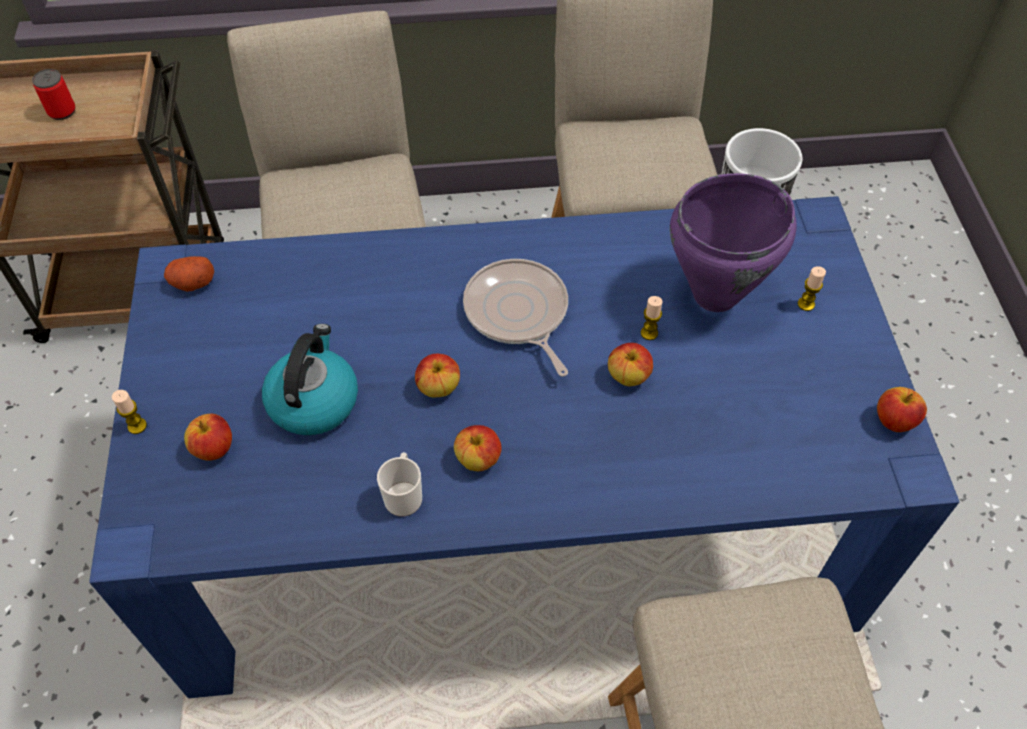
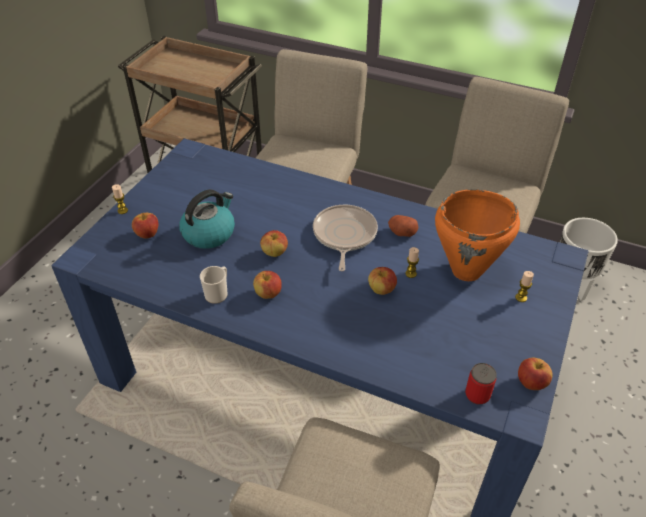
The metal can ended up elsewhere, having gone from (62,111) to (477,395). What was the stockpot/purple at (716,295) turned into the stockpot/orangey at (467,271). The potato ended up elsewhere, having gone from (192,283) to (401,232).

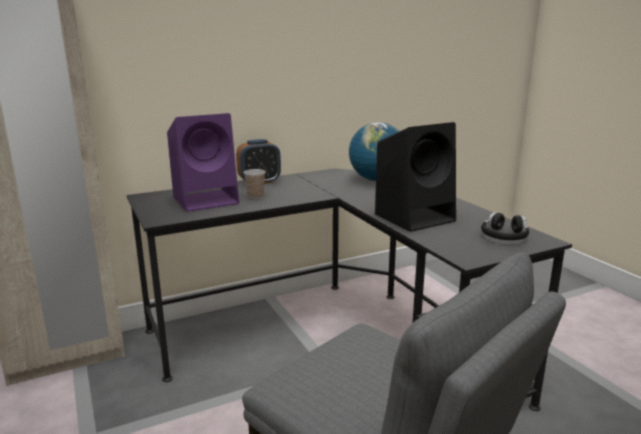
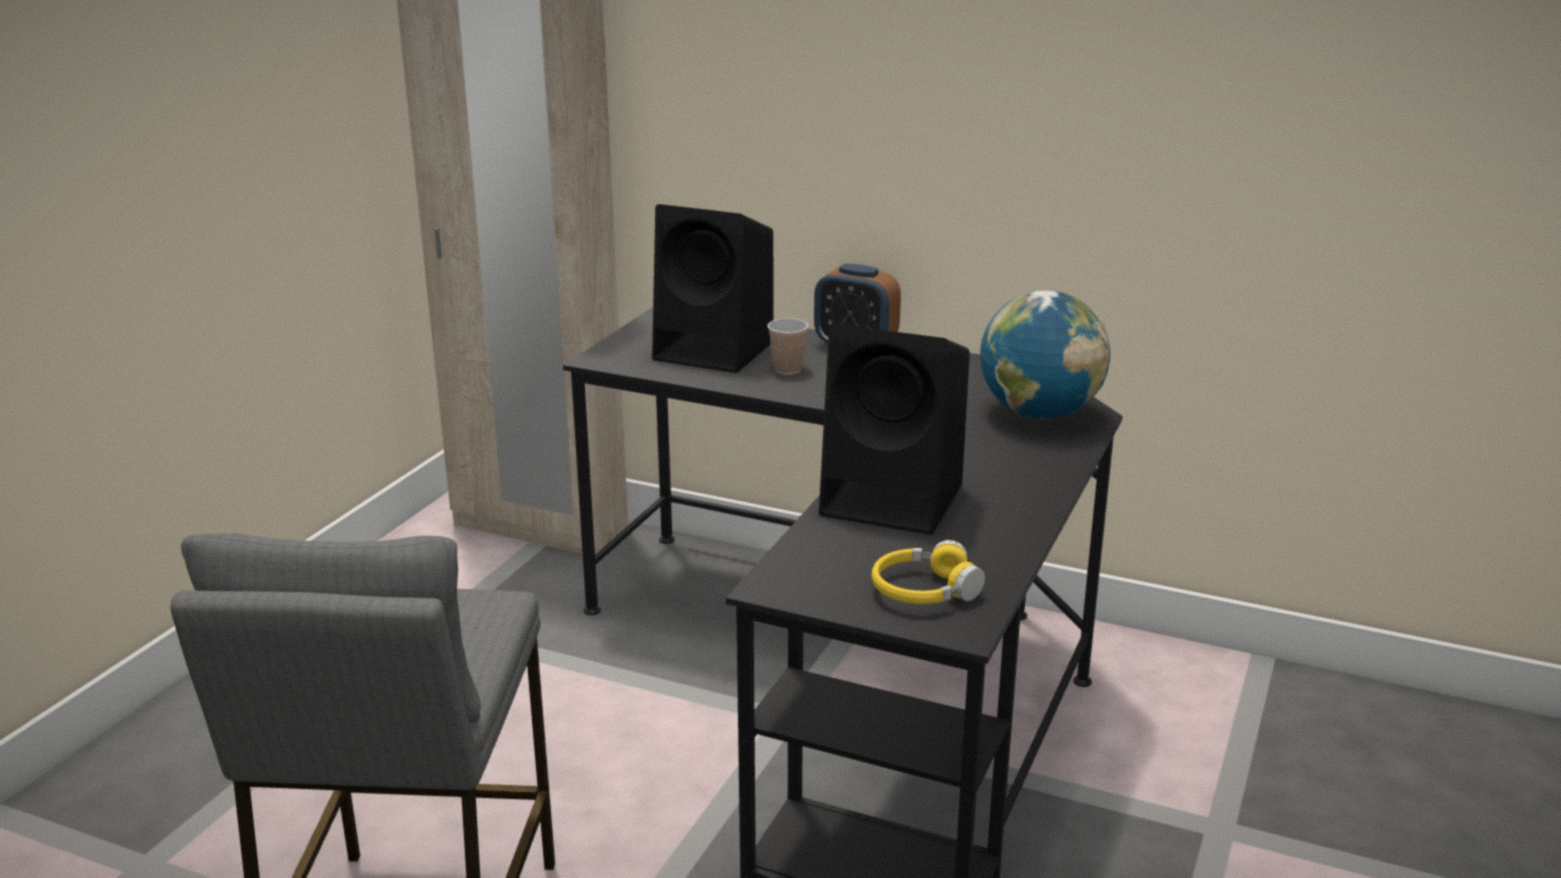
What was the loudspeaker/purple at (207,200) turned into the loudspeaker/blackish at (717,351). What was the pair of headphones/blackish at (504,236) turned into the pair of headphones/yellowish at (924,591).

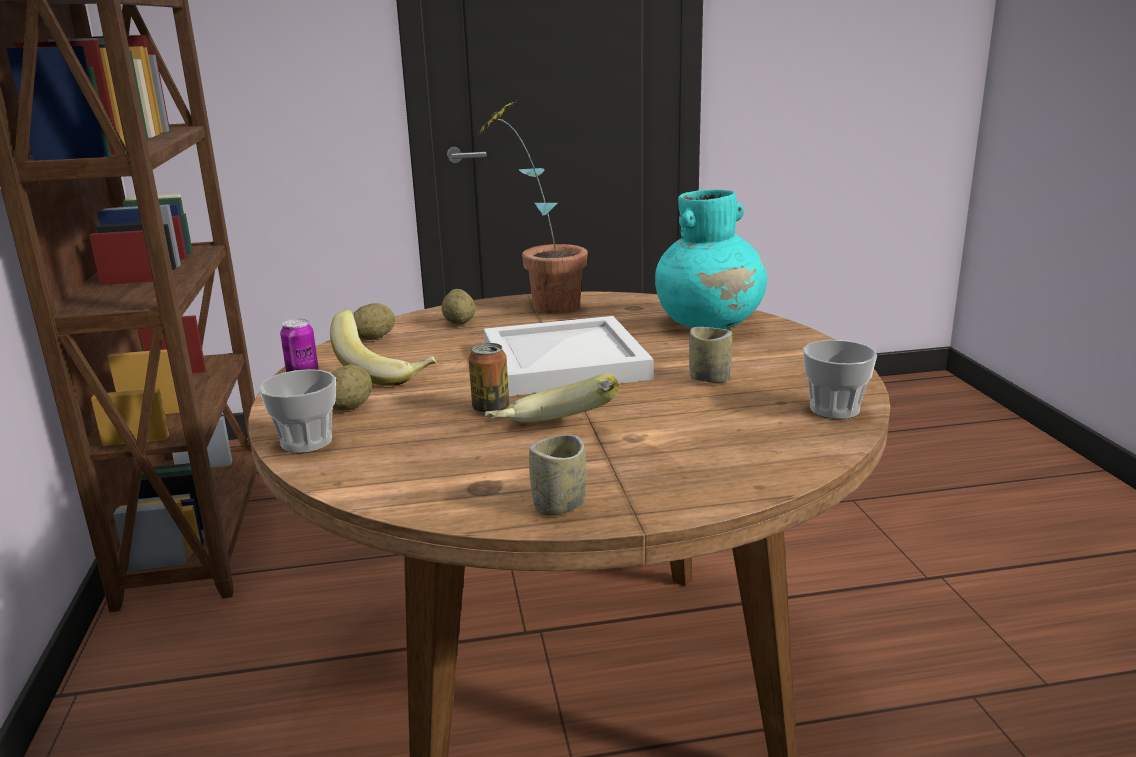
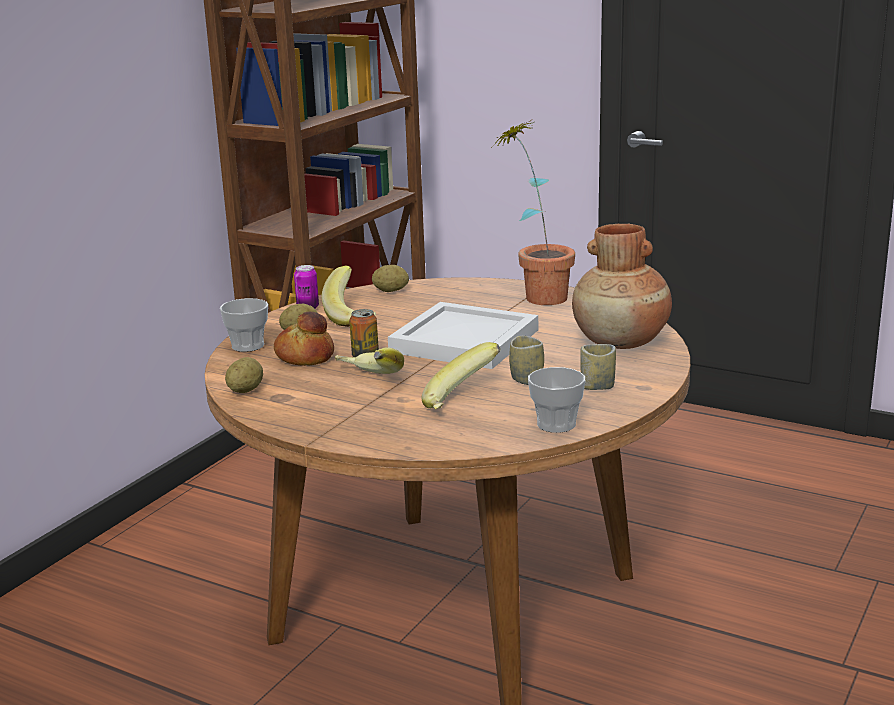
What was the decorative vase/turquoise-coloured at (710,323) turned into the decorative vase/brown at (621,342). The potato ended up elsewhere, having gone from (459,322) to (246,390). The small cup ended up elsewhere, having gone from (559,505) to (597,386). The second view gained the bread at (305,356). The second view gained the banana at (462,402).

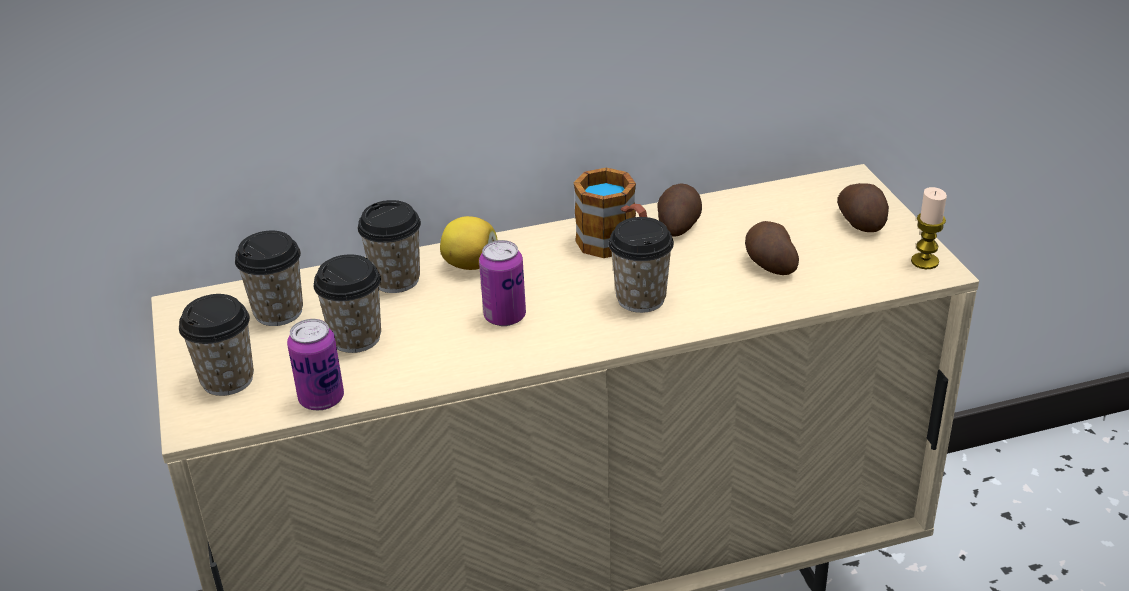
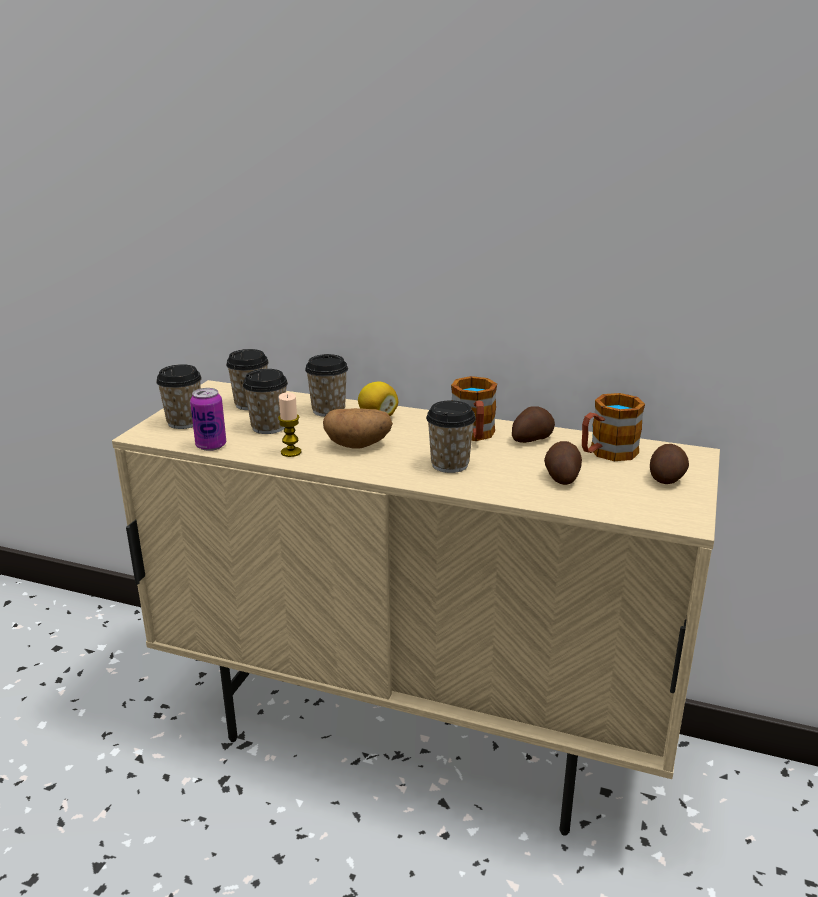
The wax candle ended up elsewhere, having gone from (924,261) to (291,452). Where the metal can stood at (505,316), the potato came to stand at (358,445). The second view gained the coffee mug at (606,453).

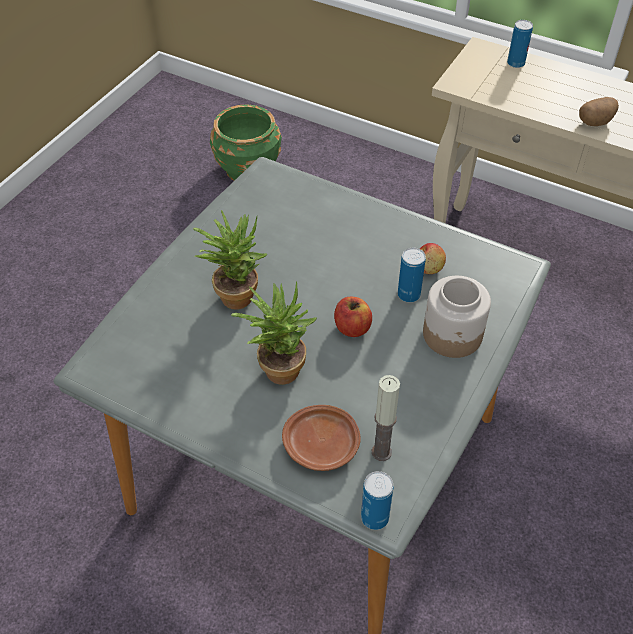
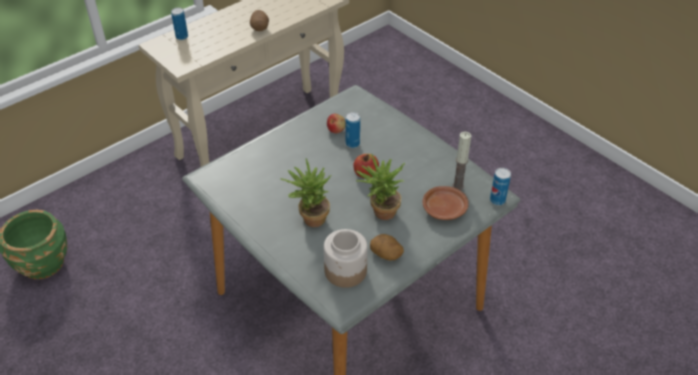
The storage jar ended up elsewhere, having gone from (453,335) to (346,271). The second view gained the potato at (386,253).

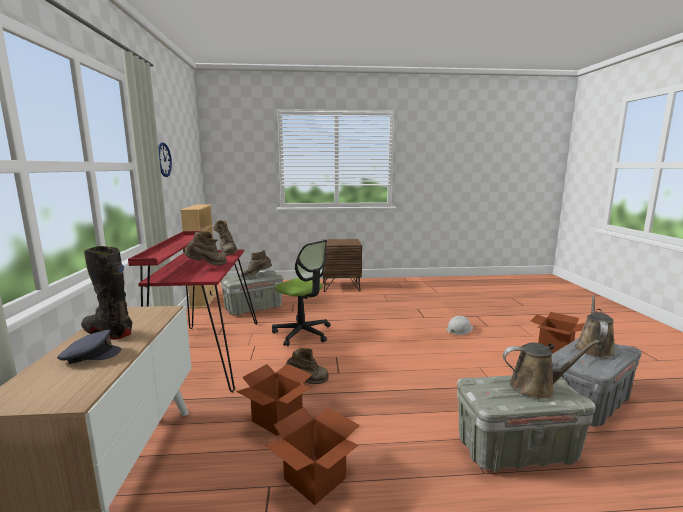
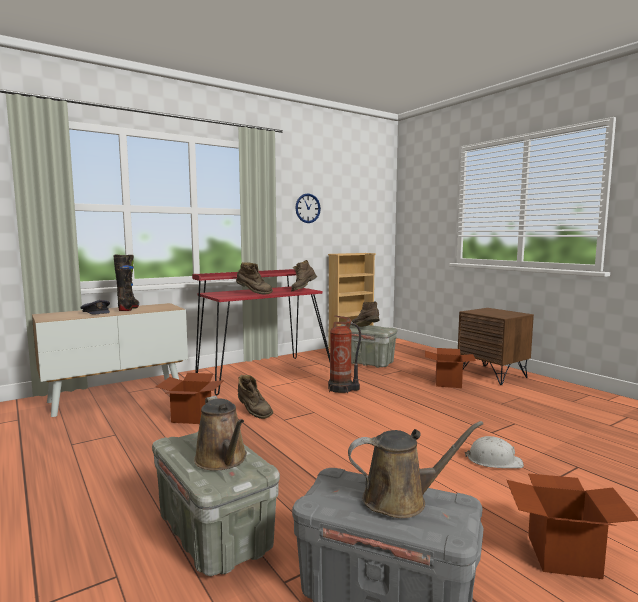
Where the computer chair stood at (302,333), the fire-fighting cylinder came to stand at (342,389). The packing box ended up elsewhere, having gone from (314,479) to (448,383).

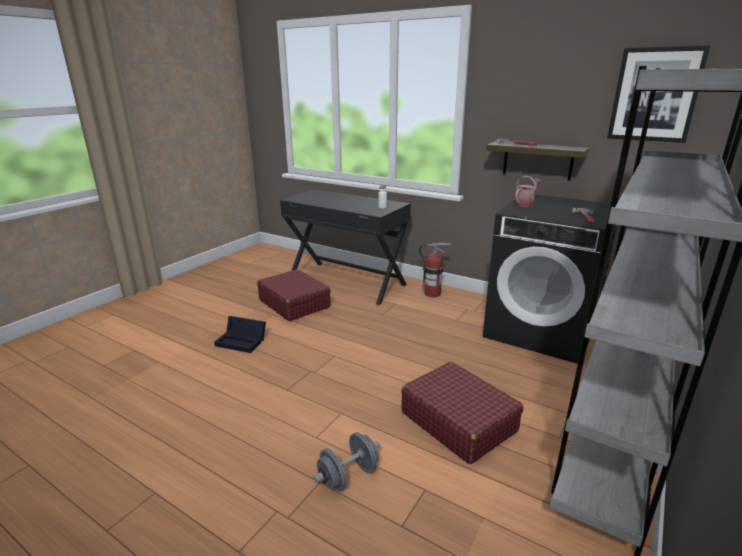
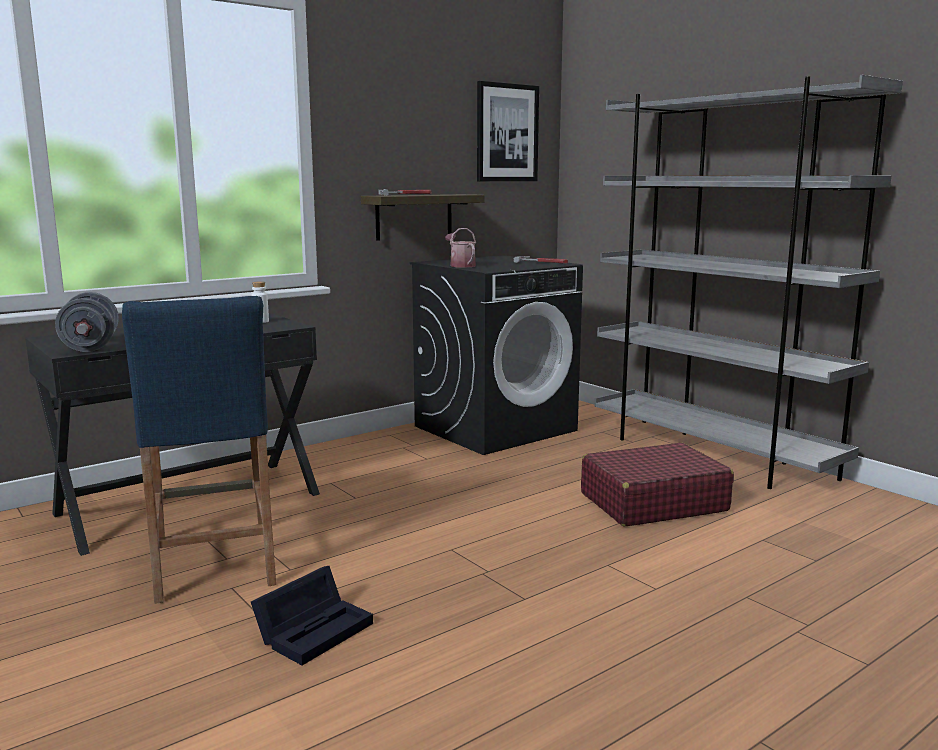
The second view lost the fire-fighting cylinder at (432,293). Where the suitcase/reddish stood at (294,303), the stool/blue came to stand at (213,561). The hand weight/gray ended up elsewhere, having gone from (348,476) to (91,346).

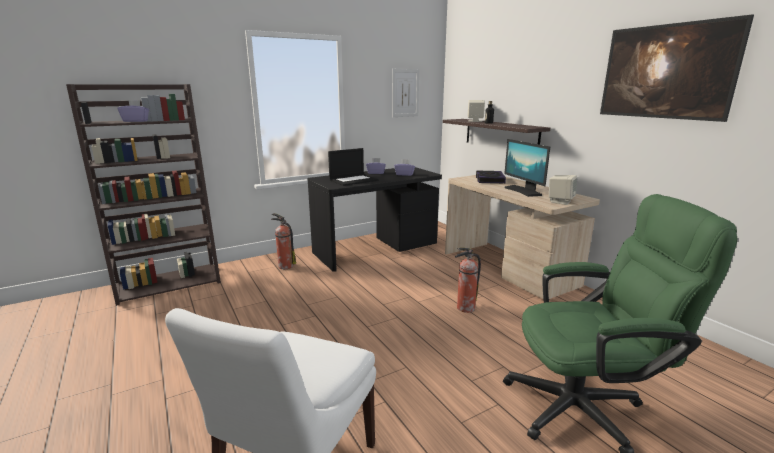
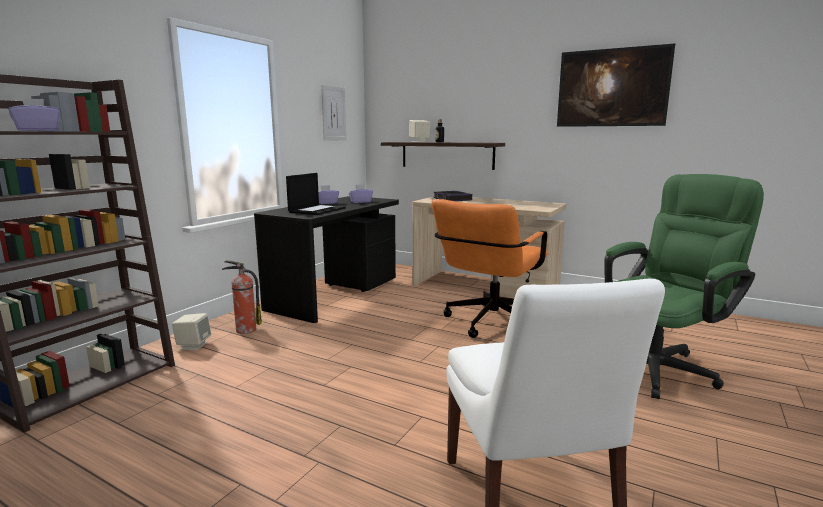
The second view lost the computer screen at (523,191). The loudspeaker/beige-coloured ended up elsewhere, having gone from (560,201) to (193,345). Where the fire-fighting cylinder stood at (465,308), the computer chair/orangey came to stand at (489,324).

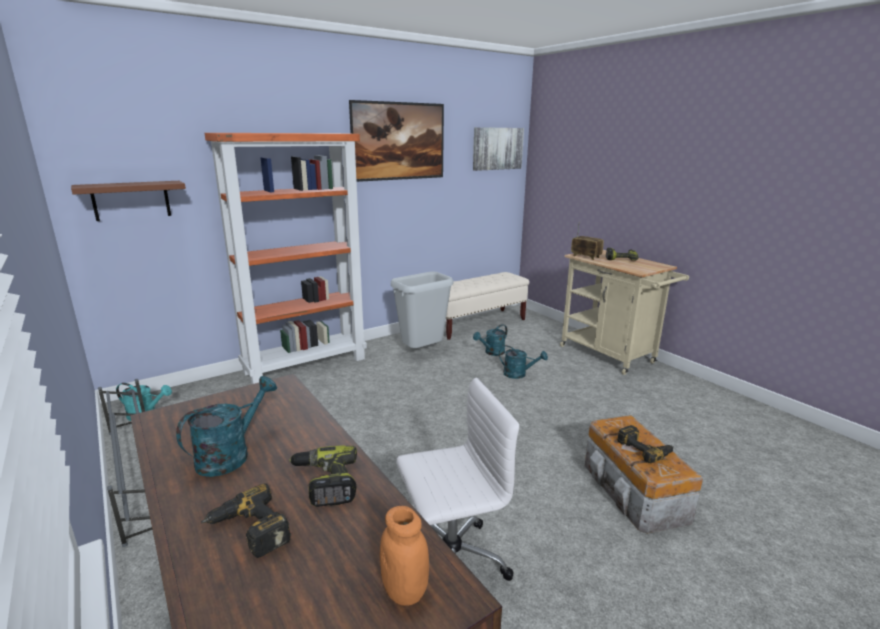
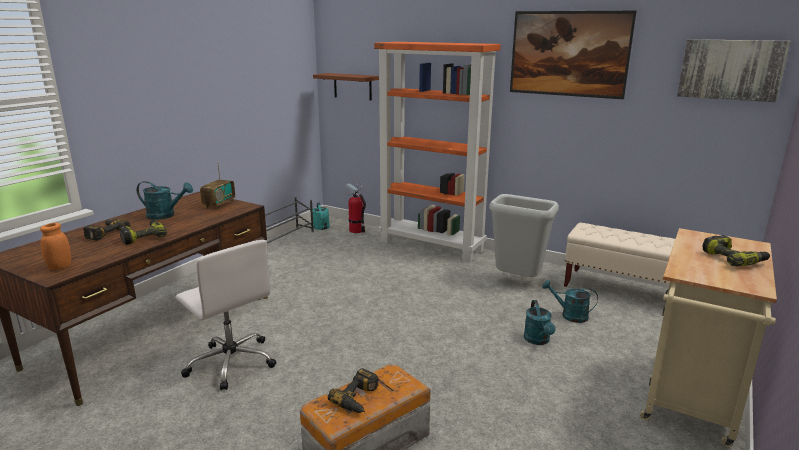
The radio set ended up elsewhere, having gone from (585,257) to (219,204). The second view gained the fire-fighting cylinder at (356,230).

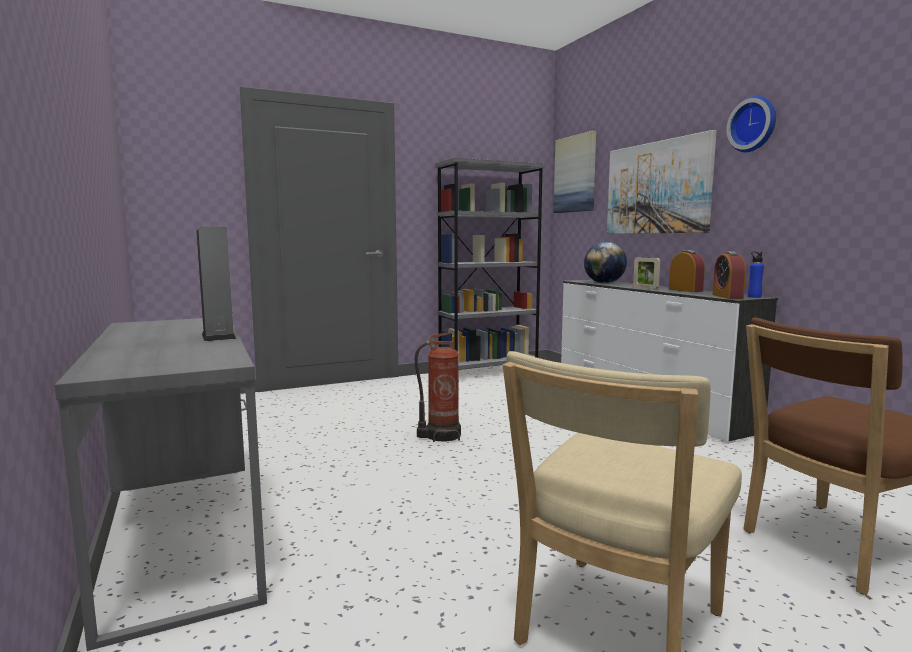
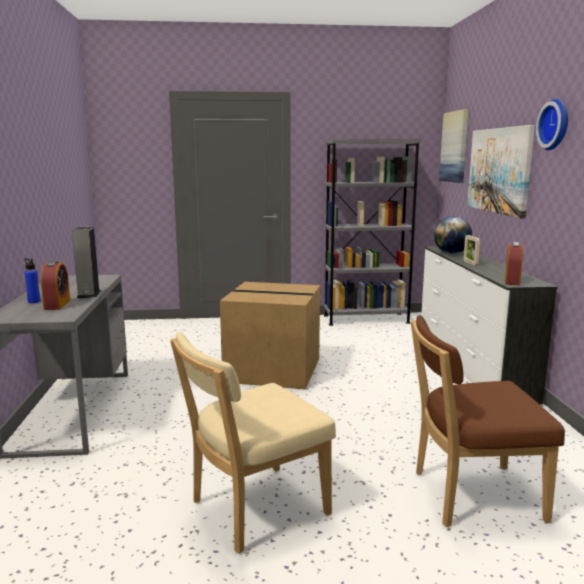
The alarm clock ended up elsewhere, having gone from (685,290) to (57,305). The beverage bottle/blue ended up elsewhere, having gone from (754,297) to (34,301). Where the fire-fighting cylinder stood at (441,436), the packing box came to stand at (275,369).

